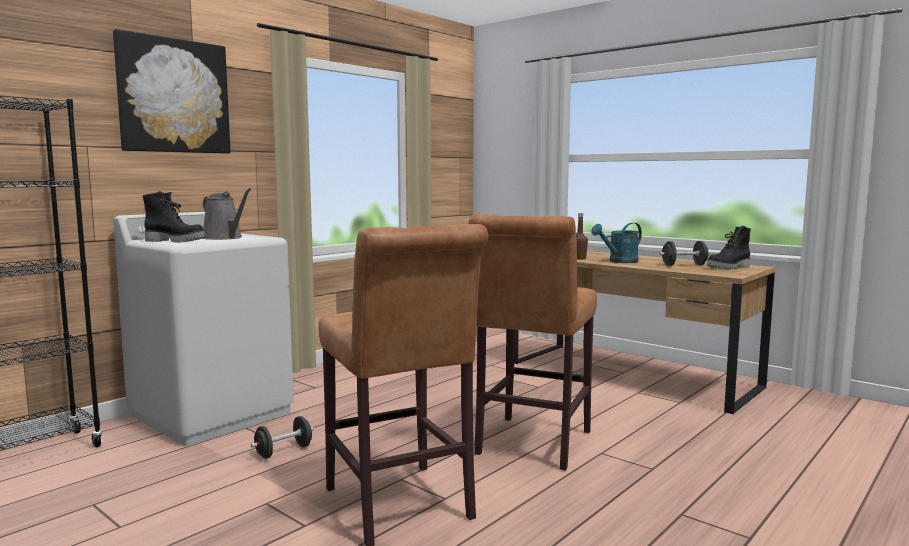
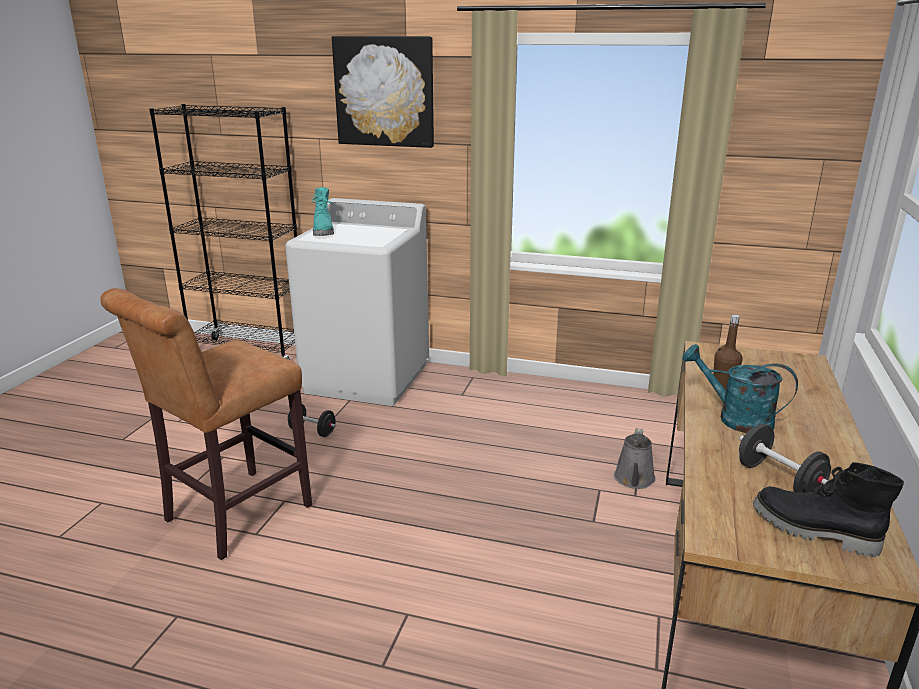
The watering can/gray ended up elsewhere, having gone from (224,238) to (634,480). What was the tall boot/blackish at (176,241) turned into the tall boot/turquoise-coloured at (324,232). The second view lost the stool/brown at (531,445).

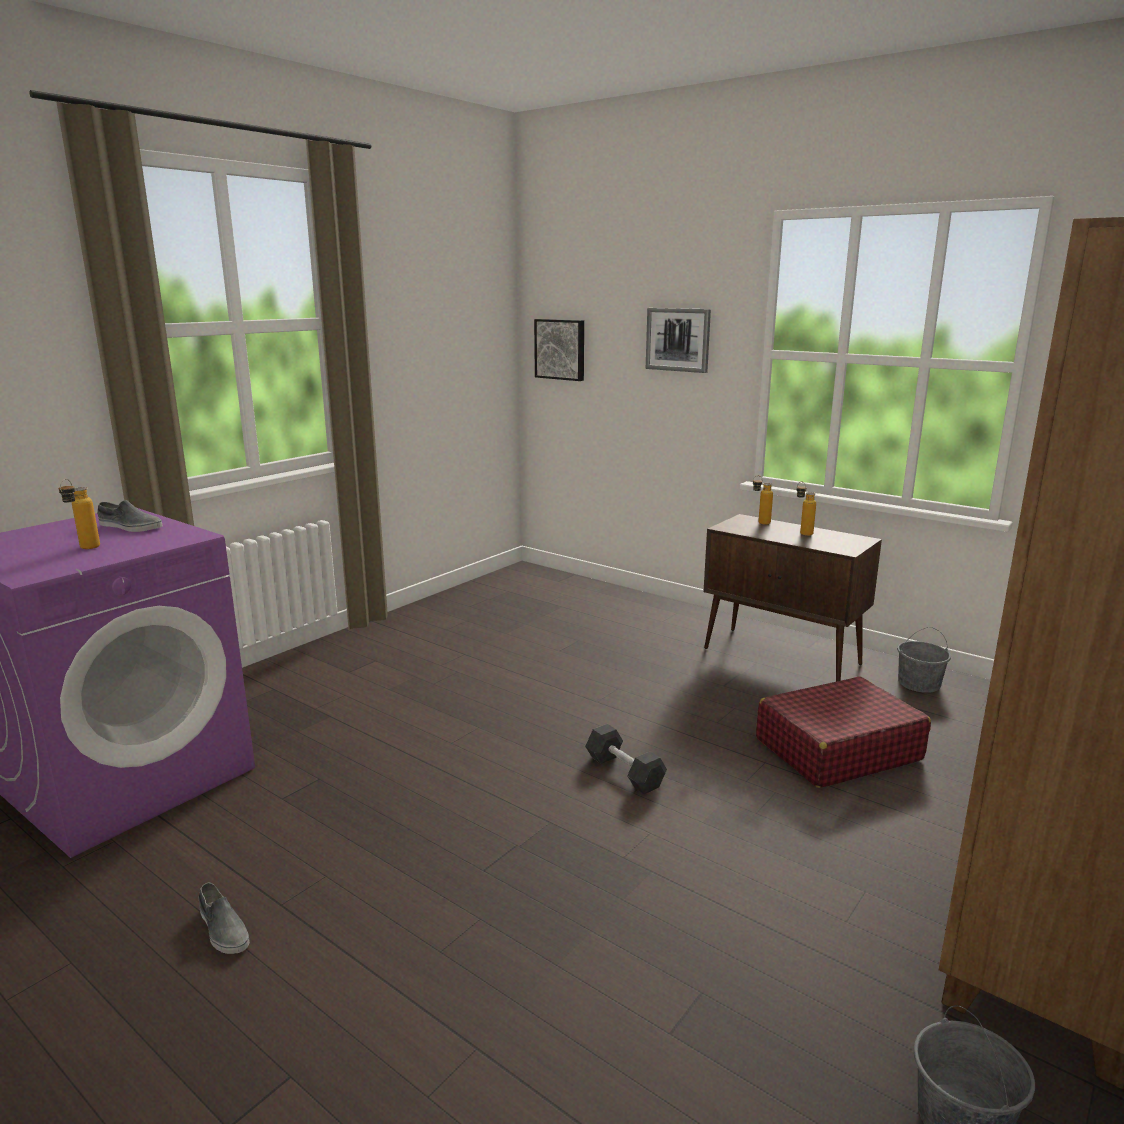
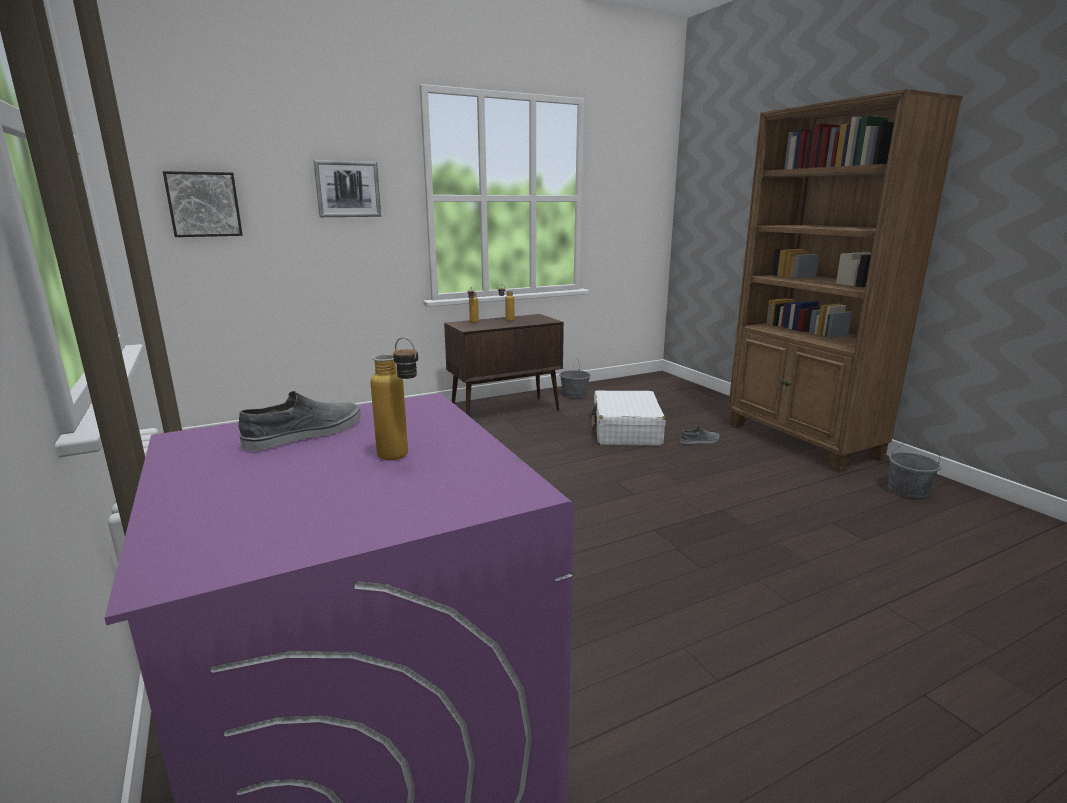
What was the suitcase/reddish at (837,749) turned into the suitcase/white at (626,430). The second view lost the hand weight/gray at (624,772). The item of footwear/gray ended up elsewhere, having gone from (223,929) to (700,441).

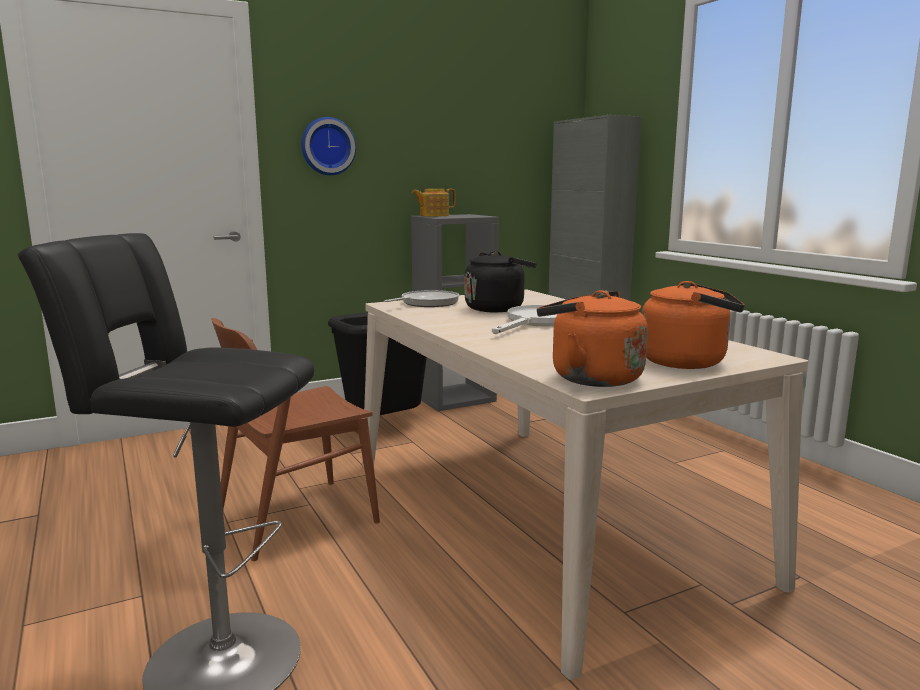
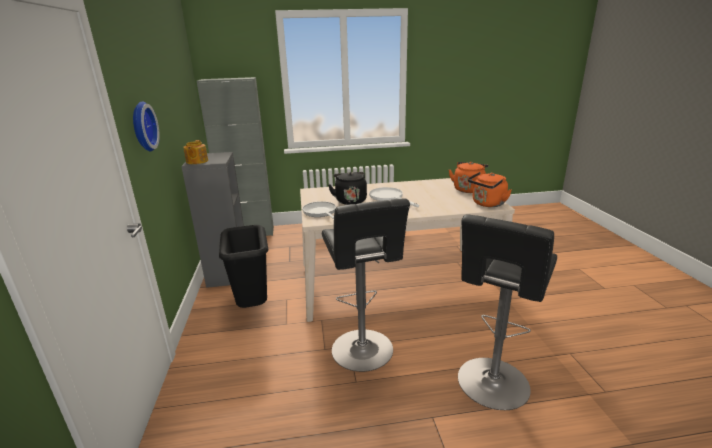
Where the chair/brown stood at (296,517), the stool/blackish came to stand at (364,352).

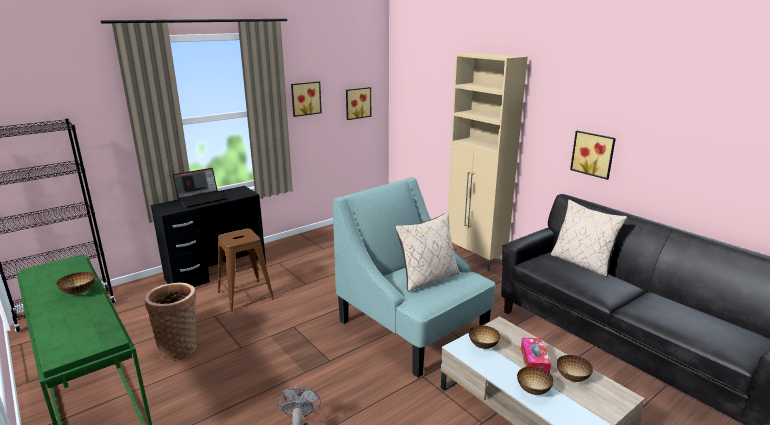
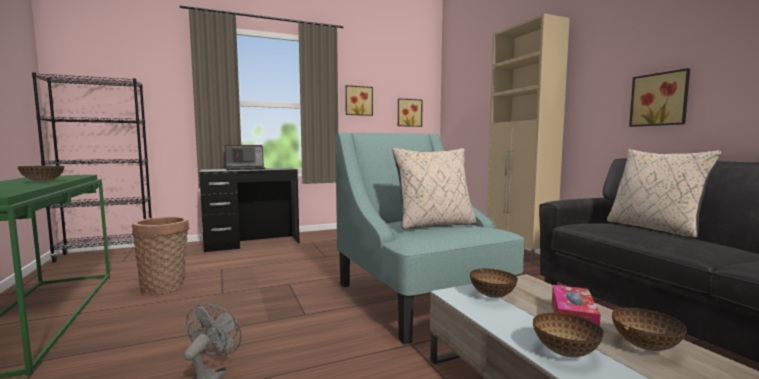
The second view lost the stool/brown at (245,295).

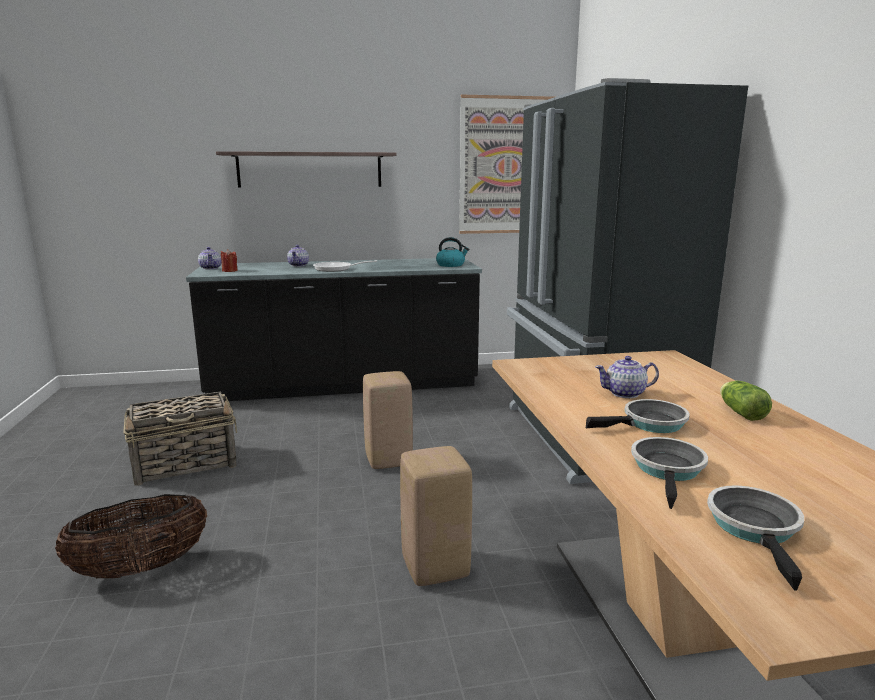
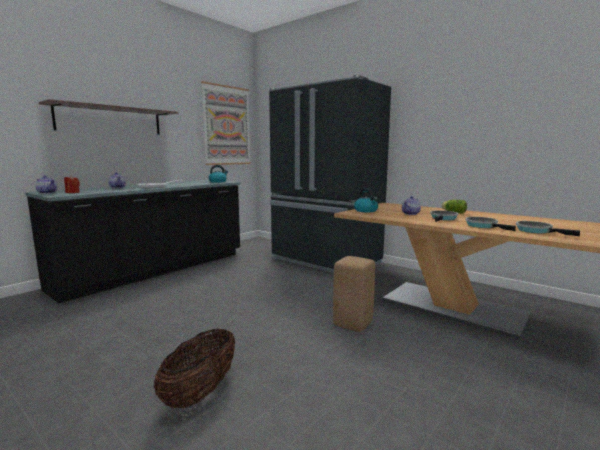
The second view lost the stool/beige-coloured at (389,460). The second view lost the basket at (186,464). The second view gained the tea kettle at (366,211).

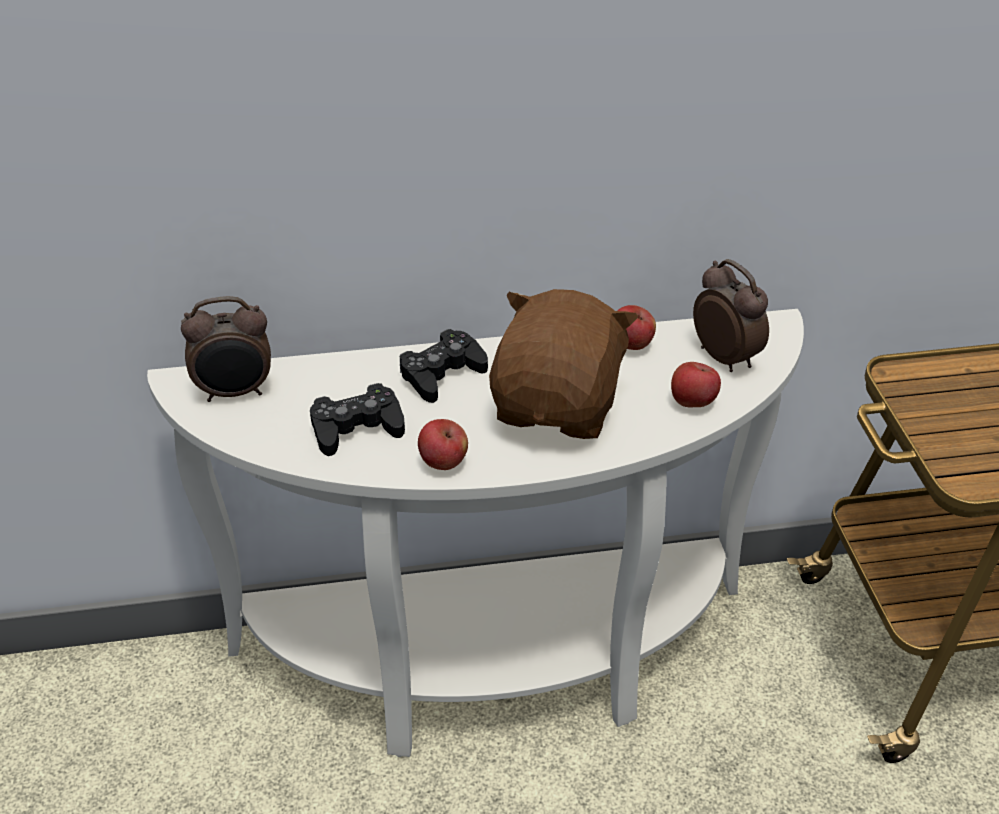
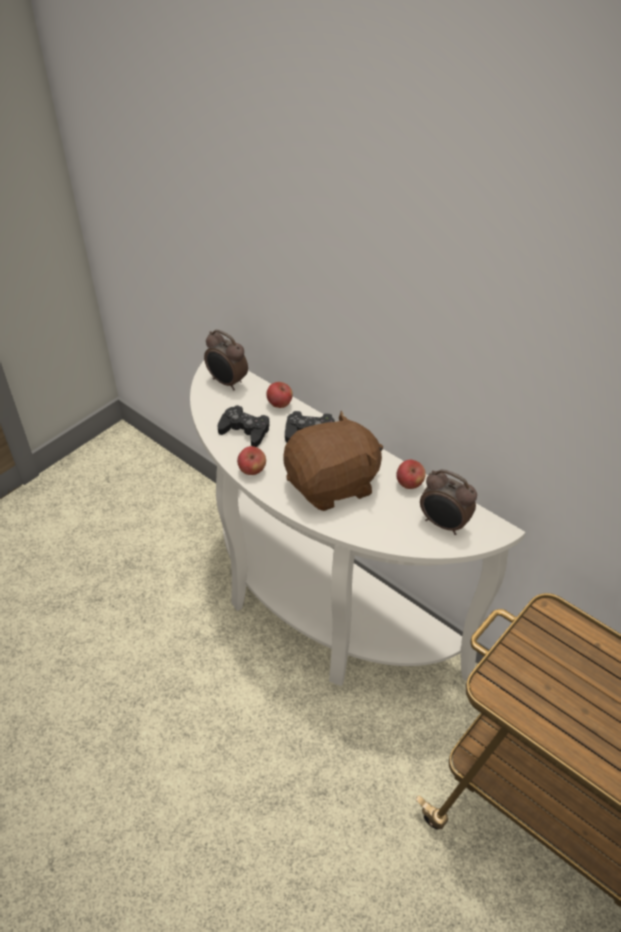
The alarm clock at (726,357) ended up facing another way, 105 degrees clockwise from before. The apple ended up elsewhere, having gone from (692,402) to (279,404).

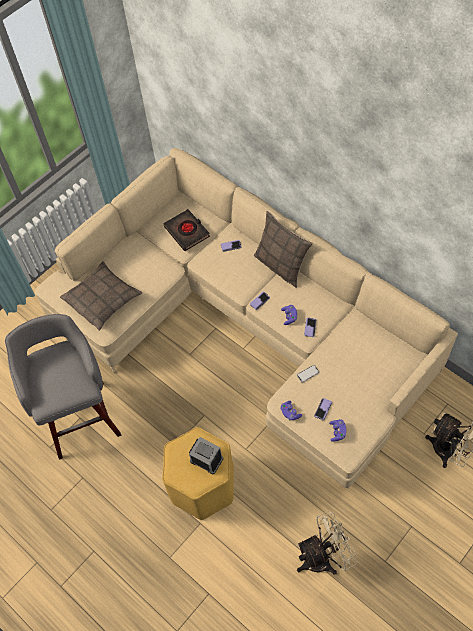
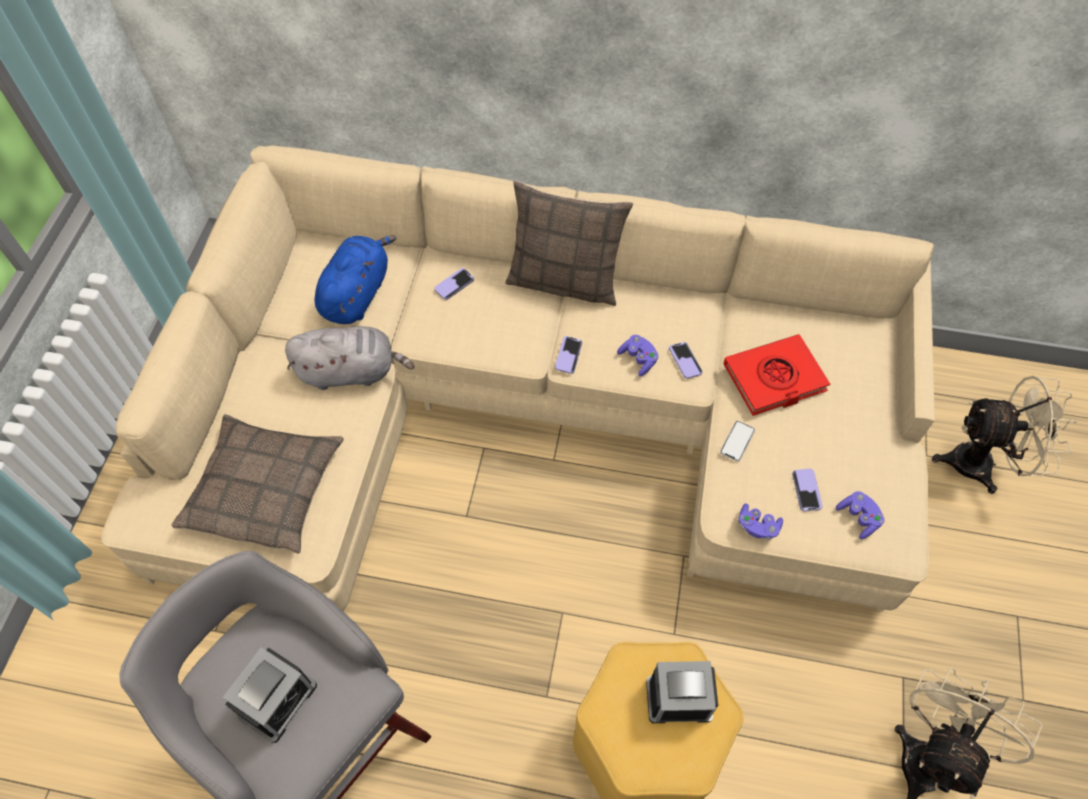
Where the book/blackish stood at (187,232), the plush toy/blue came to stand at (357,294). The second view gained the plush toy/gray at (351,371). The second view gained the book/reddish at (774,378). The second view gained the alarm clock at (278,700).

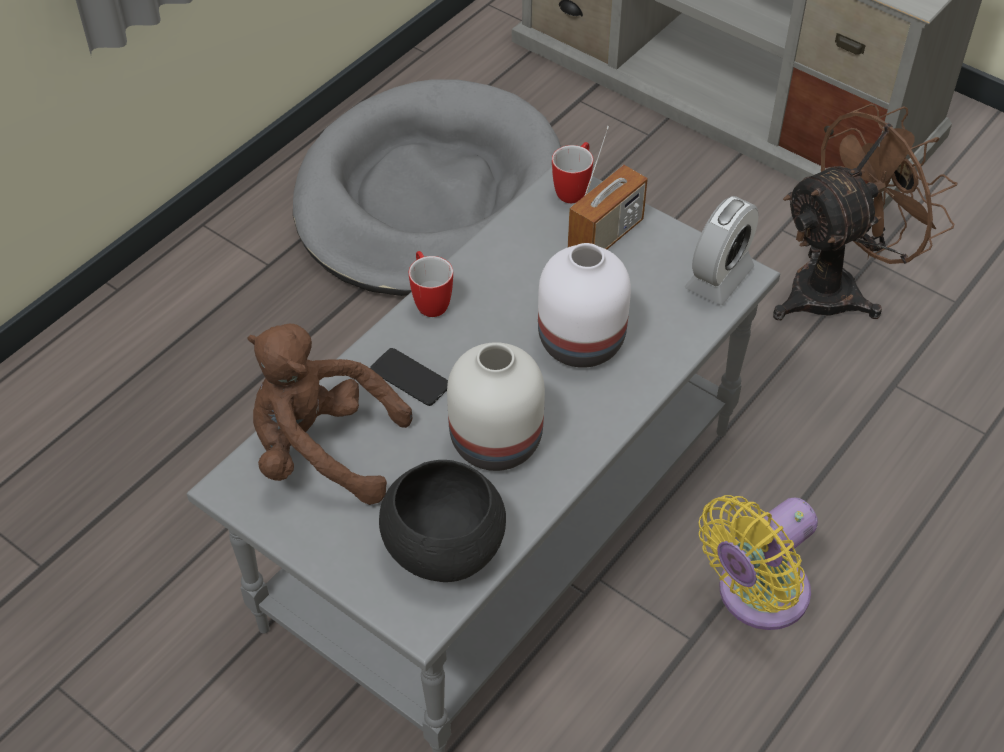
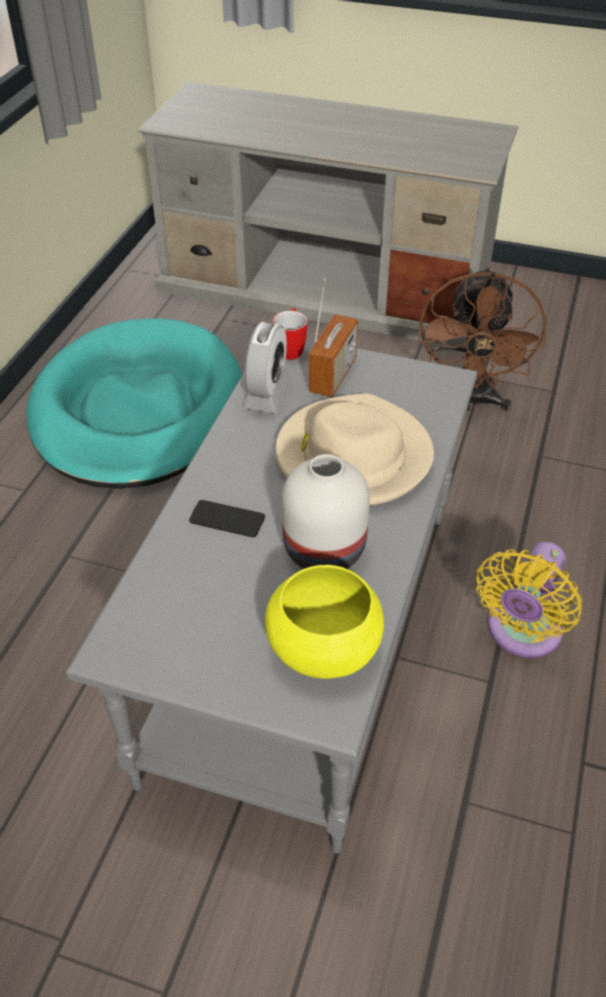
What was the dog bed/gray at (429,197) turned into the dog bed/turquoise-coloured at (138,410). The fan/brown at (837,287) ended up facing another way, 150 degrees clockwise from before. The alarm clock ended up elsewhere, having gone from (719,278) to (267,395). Where the decorative vase/white stood at (578,342), the clothing hat/beige-coloured came to stand at (352,457). The second view lost the coffee mug at (429,300). The second view lost the plush toy/brown at (322,451). What was the bowl/blackish at (443,549) turned into the bowl/yellowish at (323,650).

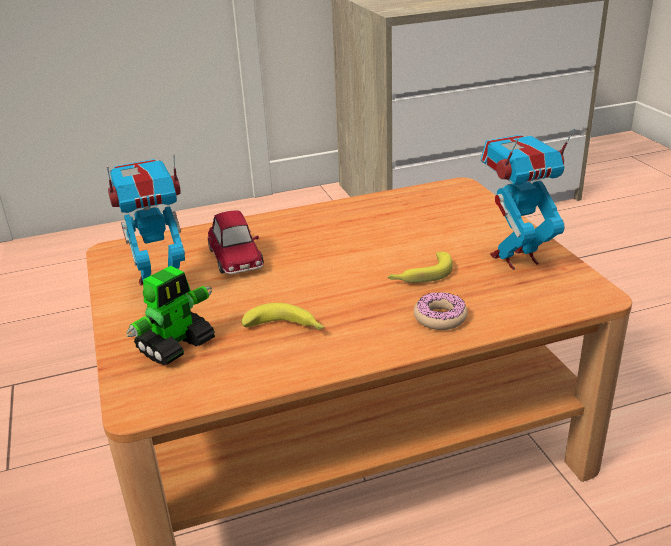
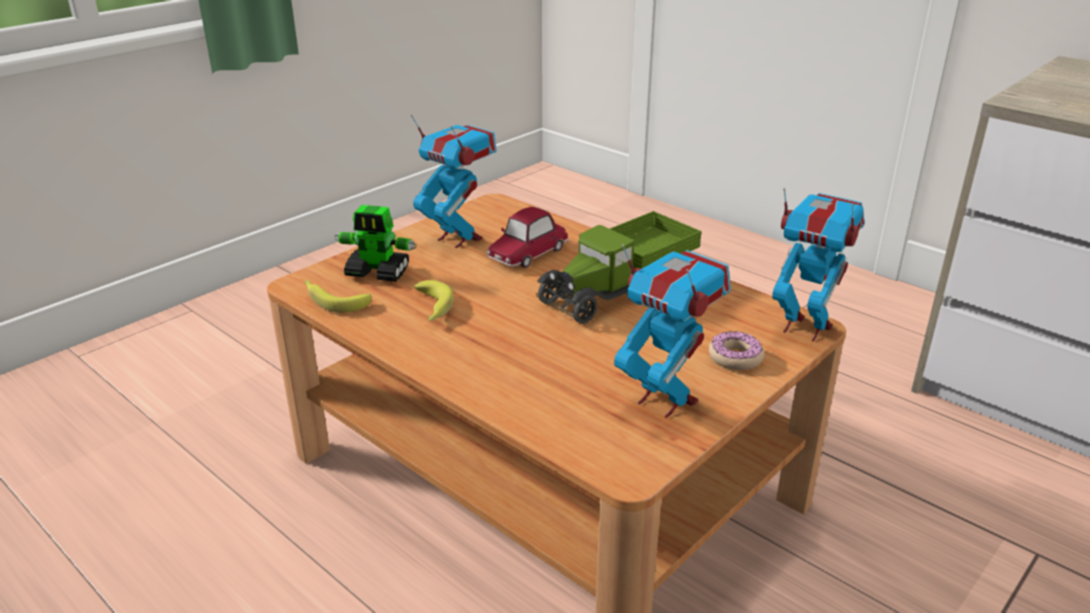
The banana ended up elsewhere, having gone from (420,275) to (333,300). The doughnut ended up elsewhere, having gone from (440,317) to (735,357). The second view gained the model robot at (805,327). The second view gained the toy truck at (619,288).

